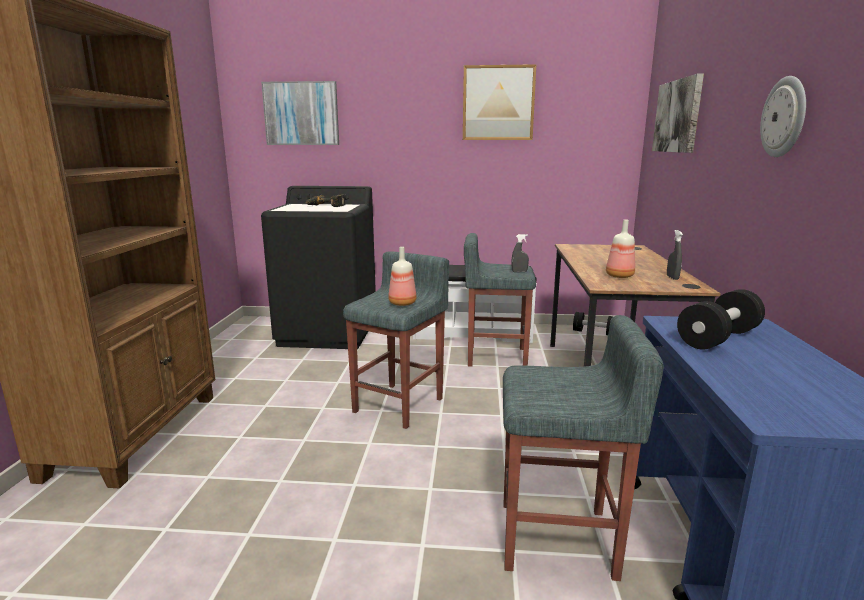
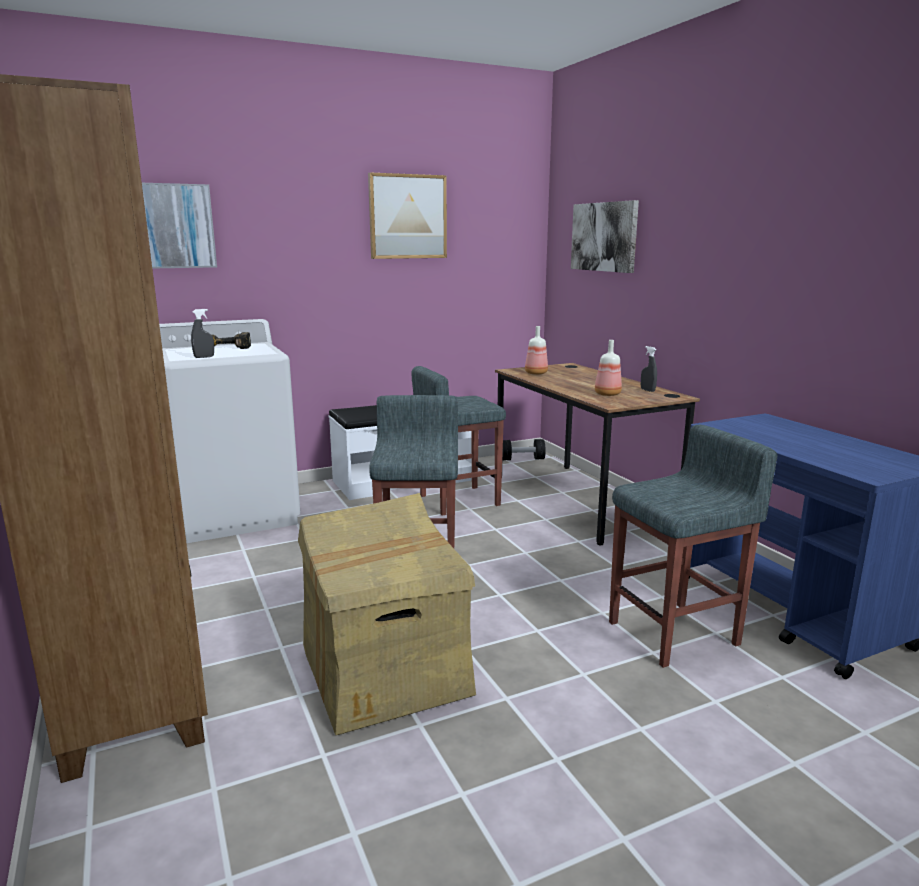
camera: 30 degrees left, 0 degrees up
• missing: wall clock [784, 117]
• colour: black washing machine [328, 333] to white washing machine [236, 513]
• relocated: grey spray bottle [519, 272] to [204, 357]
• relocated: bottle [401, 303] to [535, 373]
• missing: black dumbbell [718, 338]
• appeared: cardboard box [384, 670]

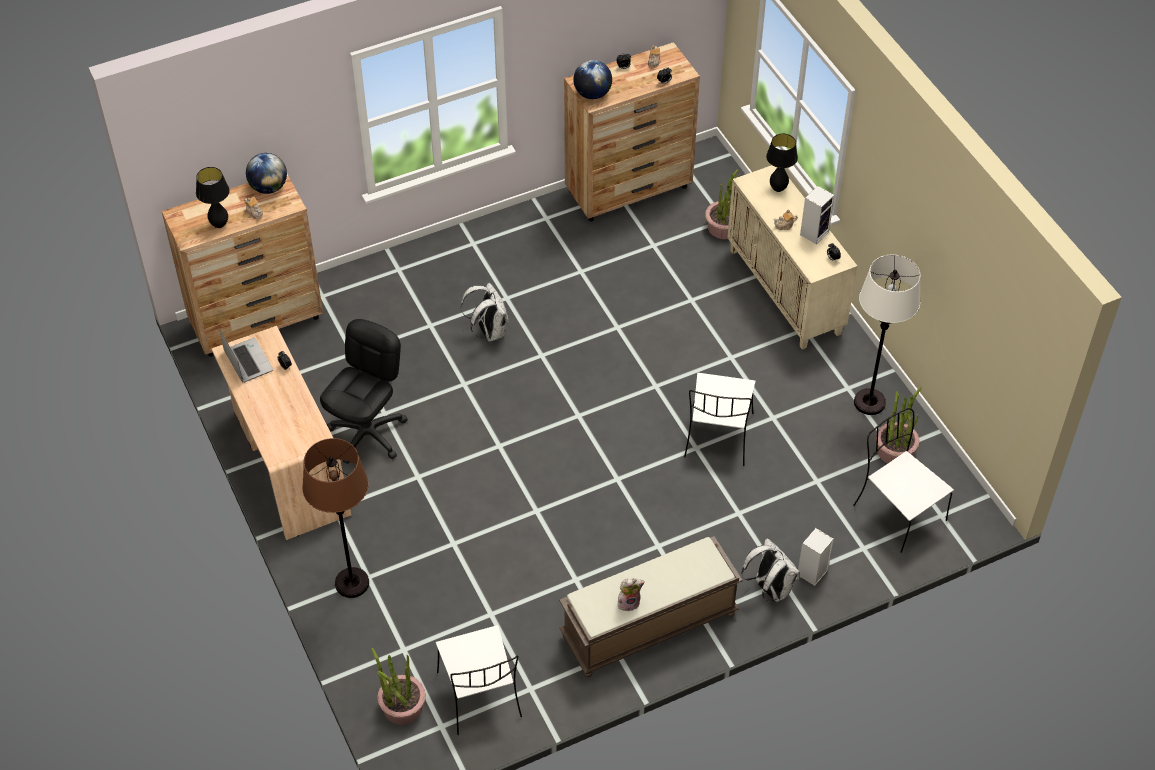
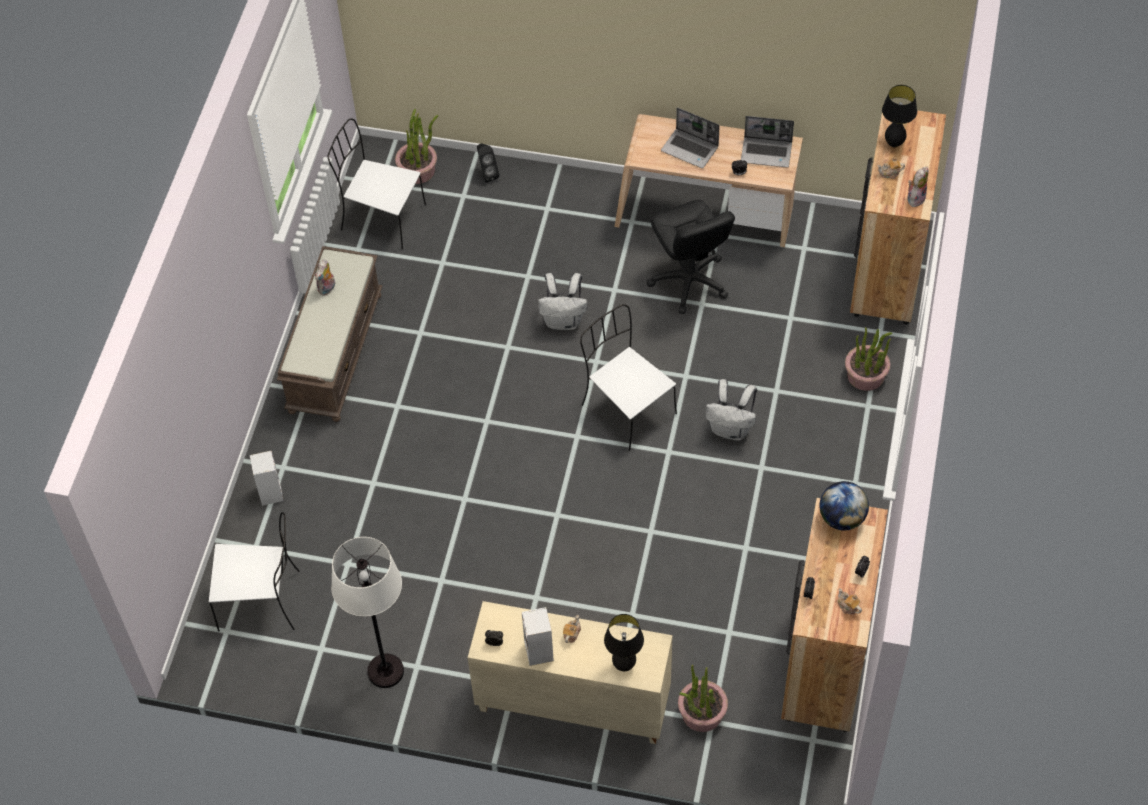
camera: 130 degrees right, 5 degrees up
• exchanged: globe [268, 187] to plush toy [915, 197]
• relocated: white chair [718, 437] to [627, 408]
• relocated: potted plant [895, 450] to [866, 375]
• missing: brown floor lamp [351, 583]
• relocated: white backpack [769, 589] to [564, 321]
• appeared: laptop [690, 149]
• appeared: black speaker [487, 174]

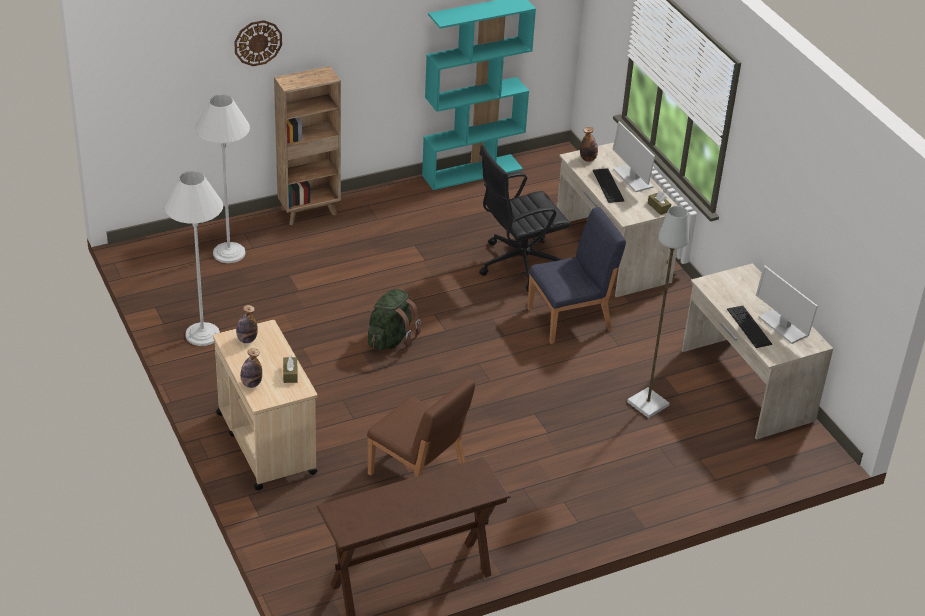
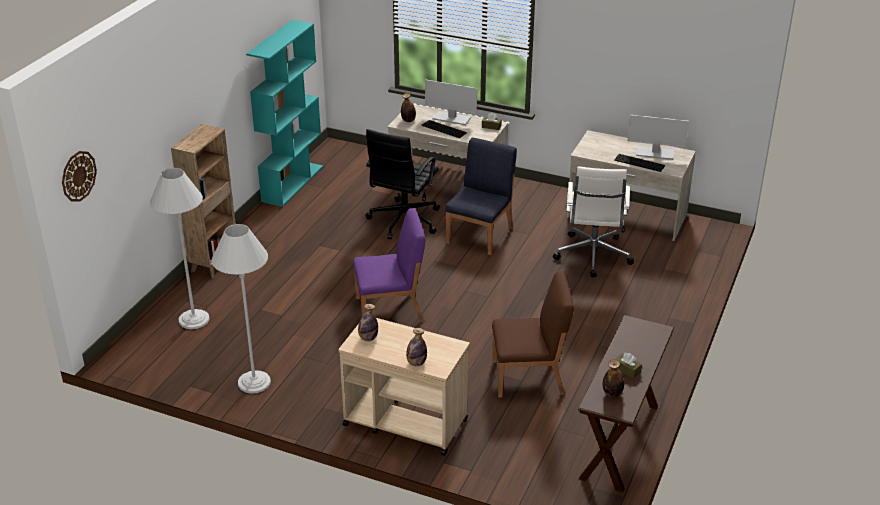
camera: 40 degrees left, 5 degrees down
• relocated: wall clock [258, 42] to [78, 176]
• exchanged: grey floor lamp [647, 404] to white office chair [592, 256]
• exchanged: green backpack [390, 340] to purple chair [390, 309]
• relocated: brown tissue box [290, 374] to [627, 370]
• appeared: bottle [612, 393]

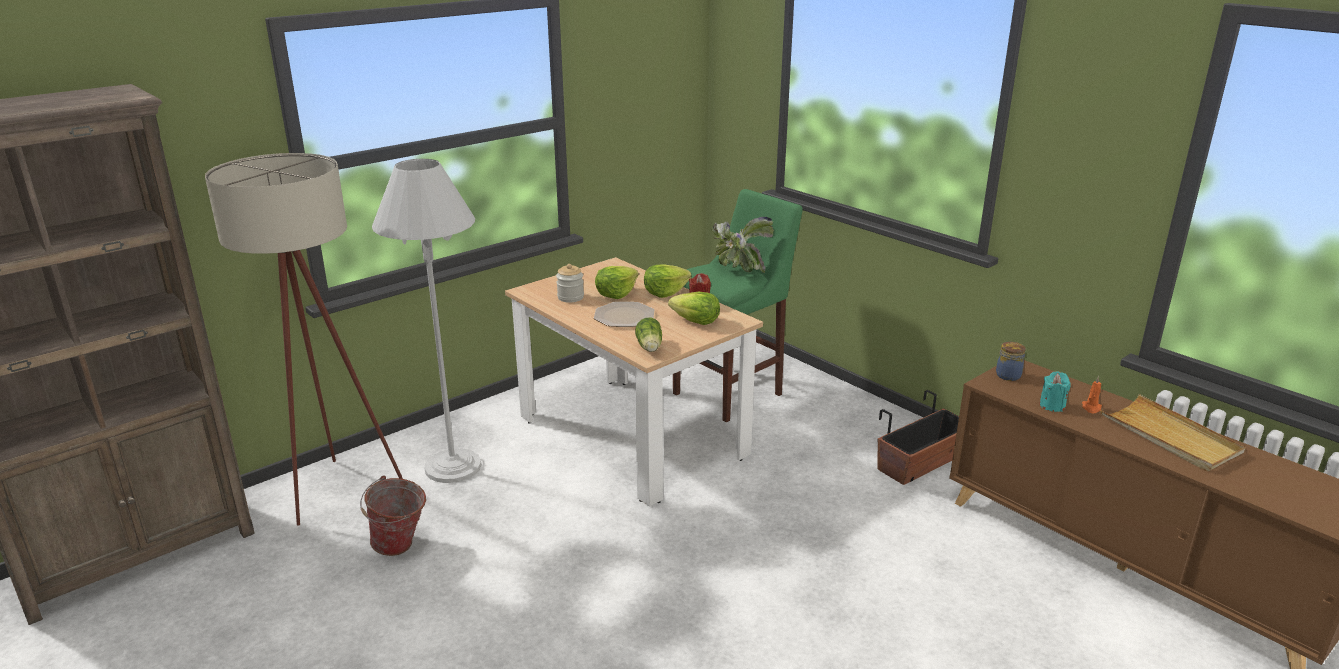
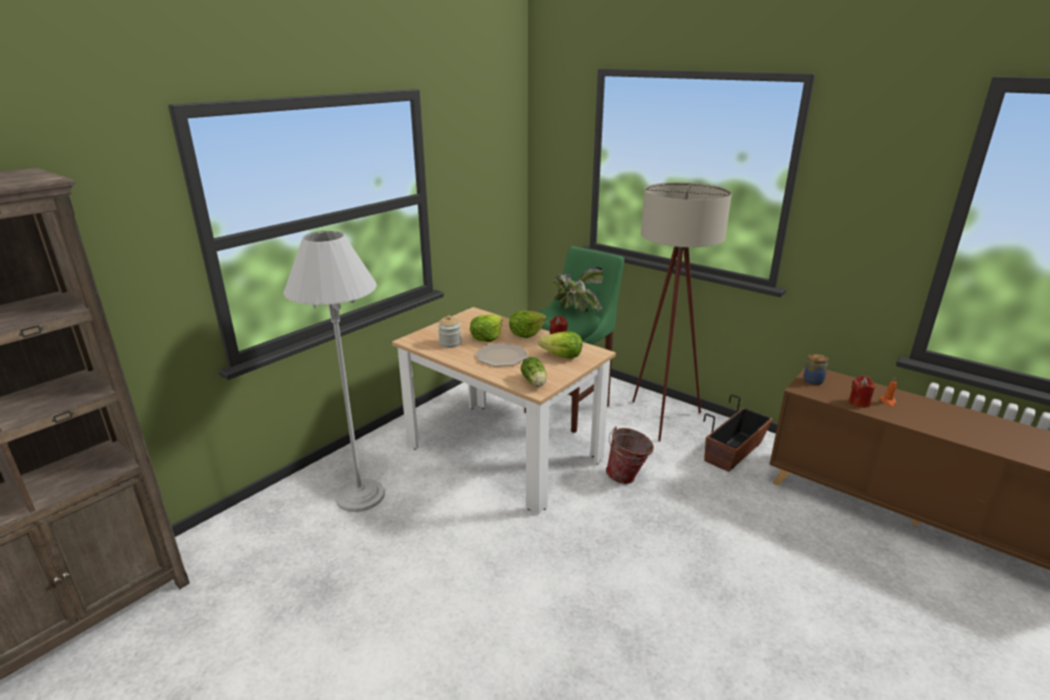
camera: 10 degrees left, 0 degrees up
• relocated: beige floor lamp [336, 497] to [662, 422]
• colour: turquoise candle [1052, 405] to red candle [859, 403]
• missing: beige tray [1170, 437]
• relocated: bucket [400, 548] to [628, 478]

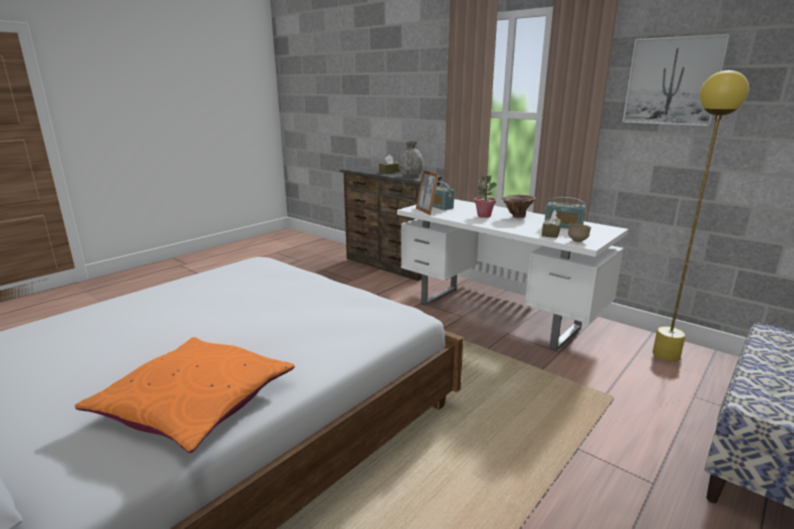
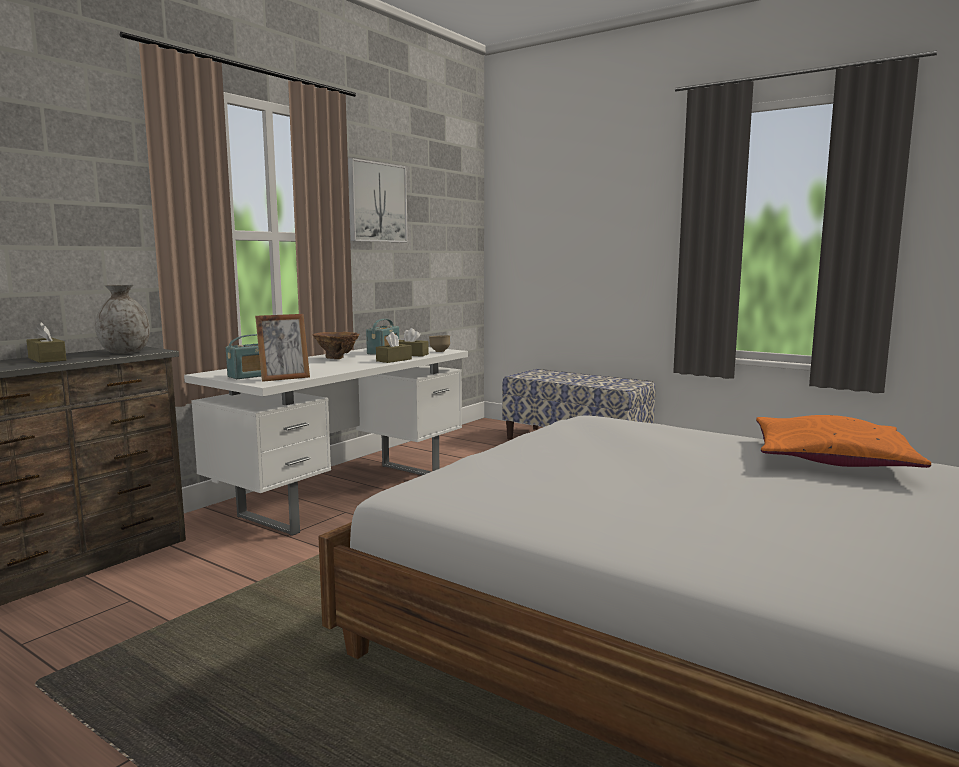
camera: 95 degrees left, 10 degrees down
• missing: yellow floor lamp [666, 355]
• missing: potted plant [484, 216]
• appeared: brown tissue box [394, 360]

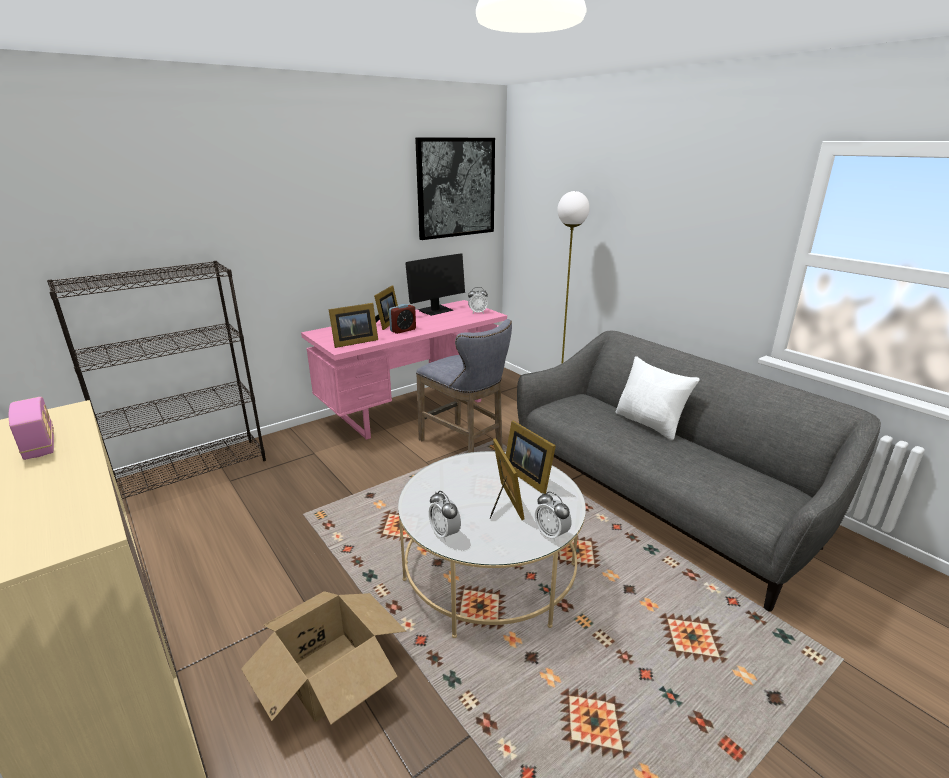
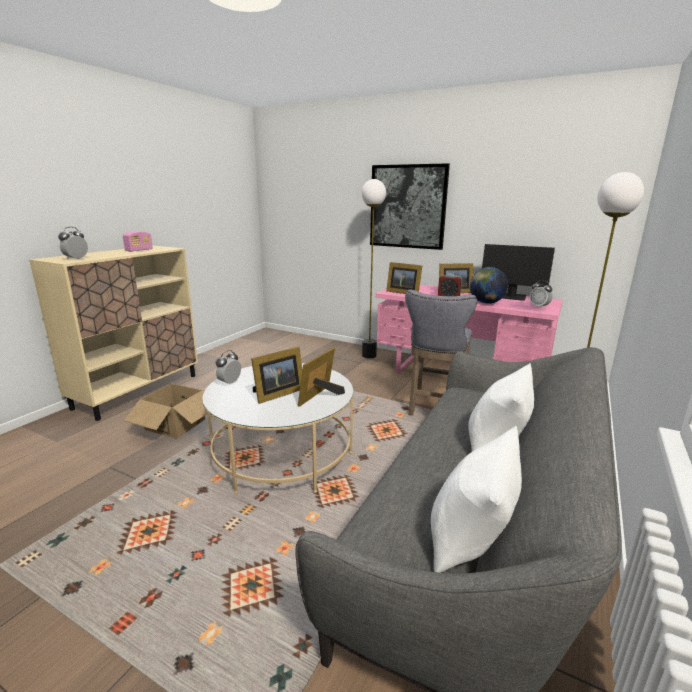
camera: 65 degrees right, 5 degrees down
• relocated: picture [456, 188] to [407, 207]
• missing: black bookcase [193, 470]
• relocated: alarm clock [551, 534] to [76, 259]
• appeared: floor lamp [369, 355]
• appeared: globe [486, 303]
• appeared: white pillow [470, 539]

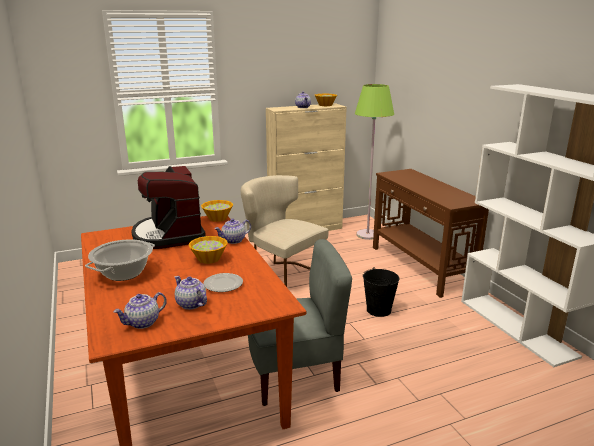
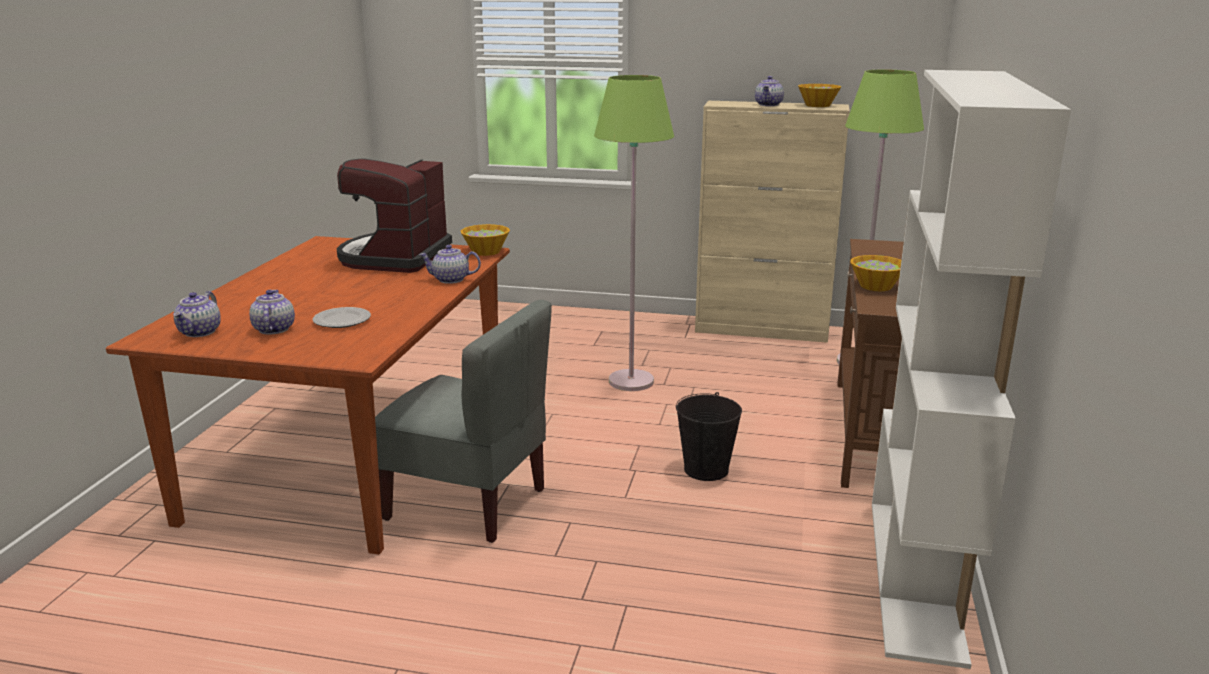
camera: 35 degrees right, 0 degrees up
• exchanged: beige chair [282, 275] to green floor lamp [631, 381]
• relocated: bowl [209, 258] to [876, 286]
• missing: cooking pot [124, 273]
• spun: teapot [142, 323] = [200, 332] 75 degrees counterclockwise

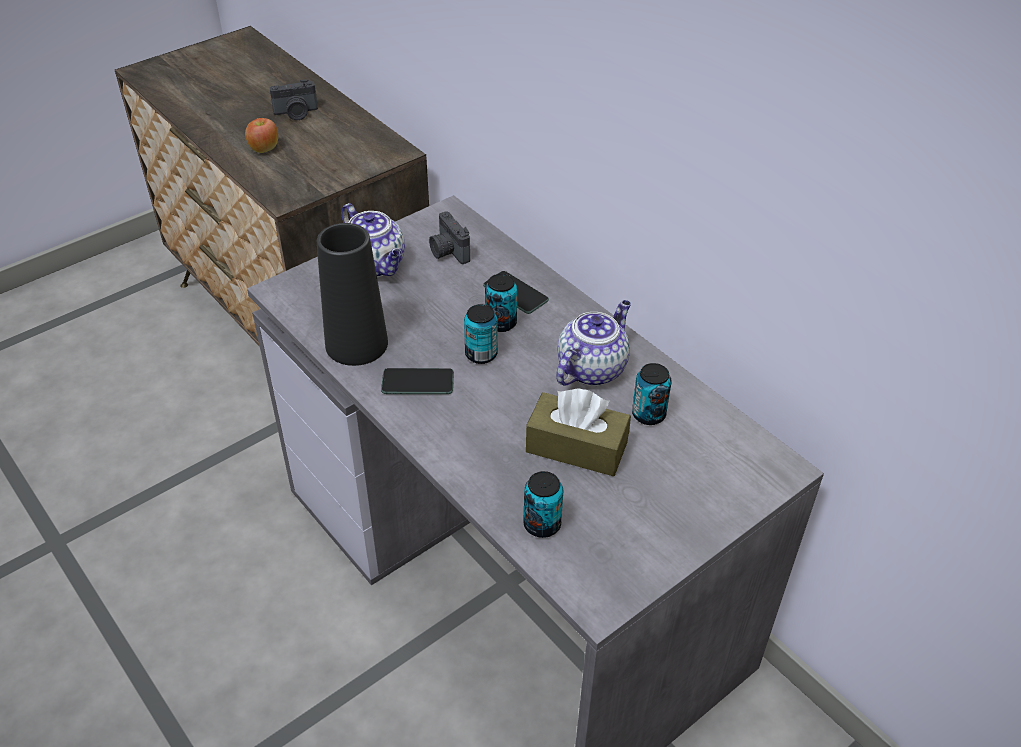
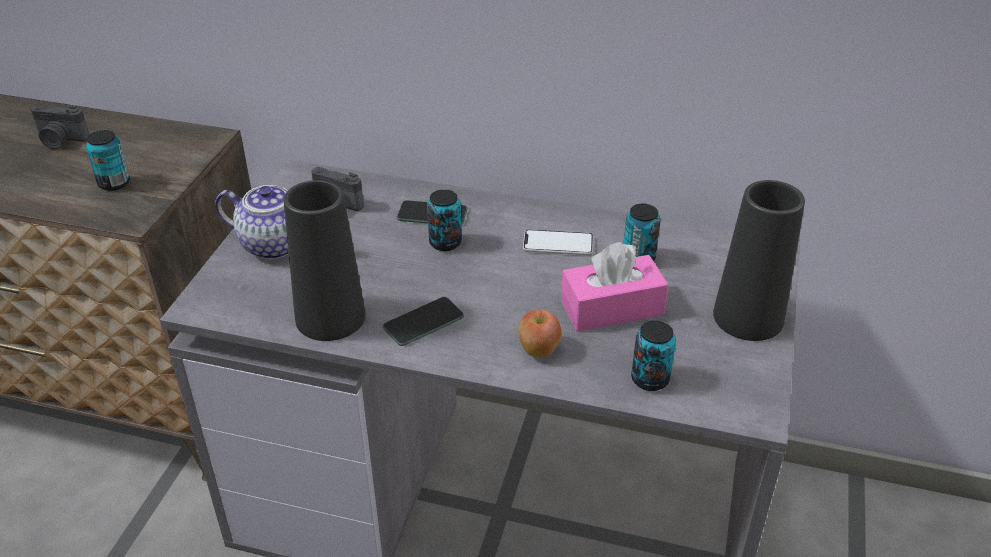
camera: 35 degrees left, 5 degrees down
• spun: photo camera [296, 113] = [61, 141] 60 degrees clockwise
• relocated: apple [264, 149] to [538, 350]
• exchanged: teapot [591, 368] to phone [558, 244]
• relocated: can [481, 354] to [114, 183]
• colour: brown tissue box [576, 447] to pink tissue box [612, 308]
• appeared: black vase [748, 317]

